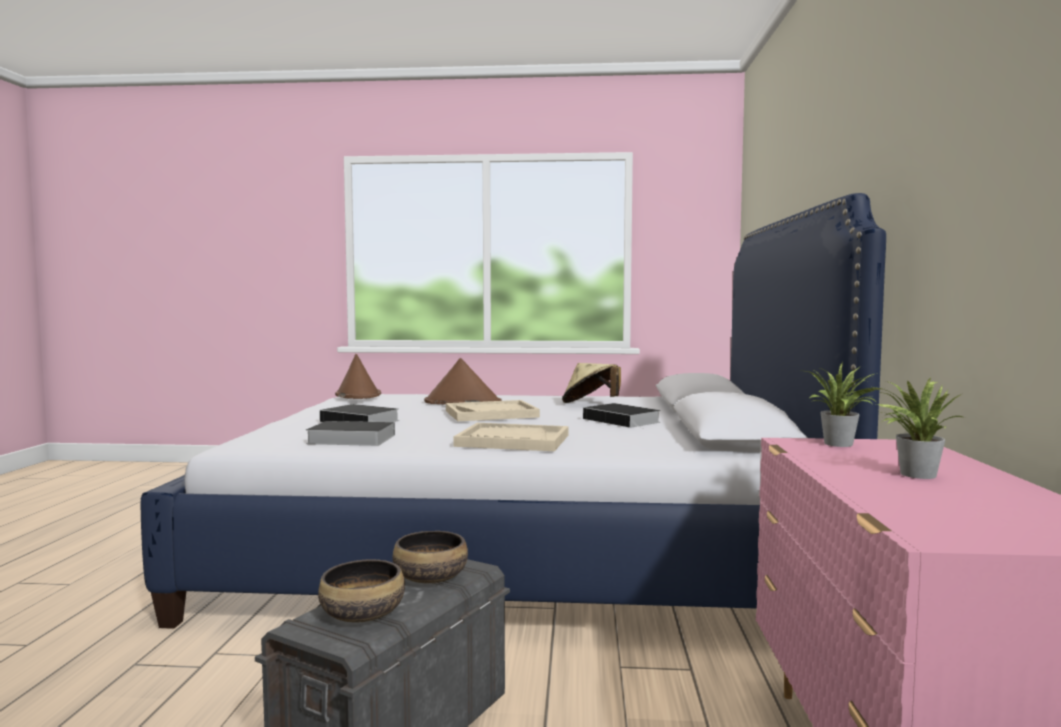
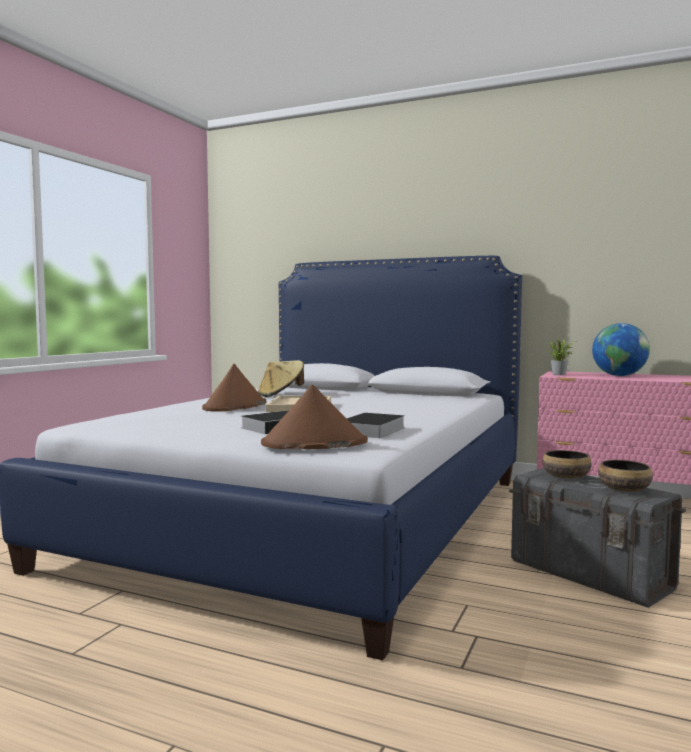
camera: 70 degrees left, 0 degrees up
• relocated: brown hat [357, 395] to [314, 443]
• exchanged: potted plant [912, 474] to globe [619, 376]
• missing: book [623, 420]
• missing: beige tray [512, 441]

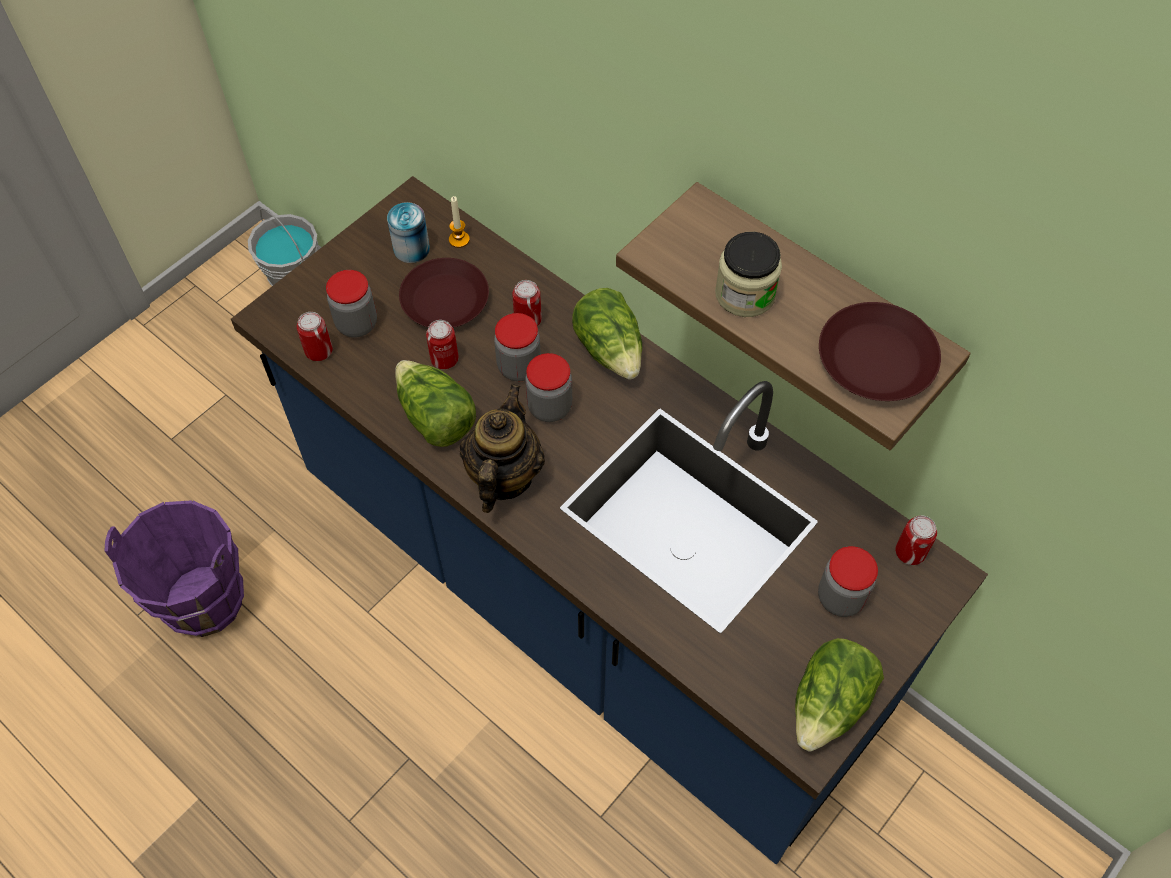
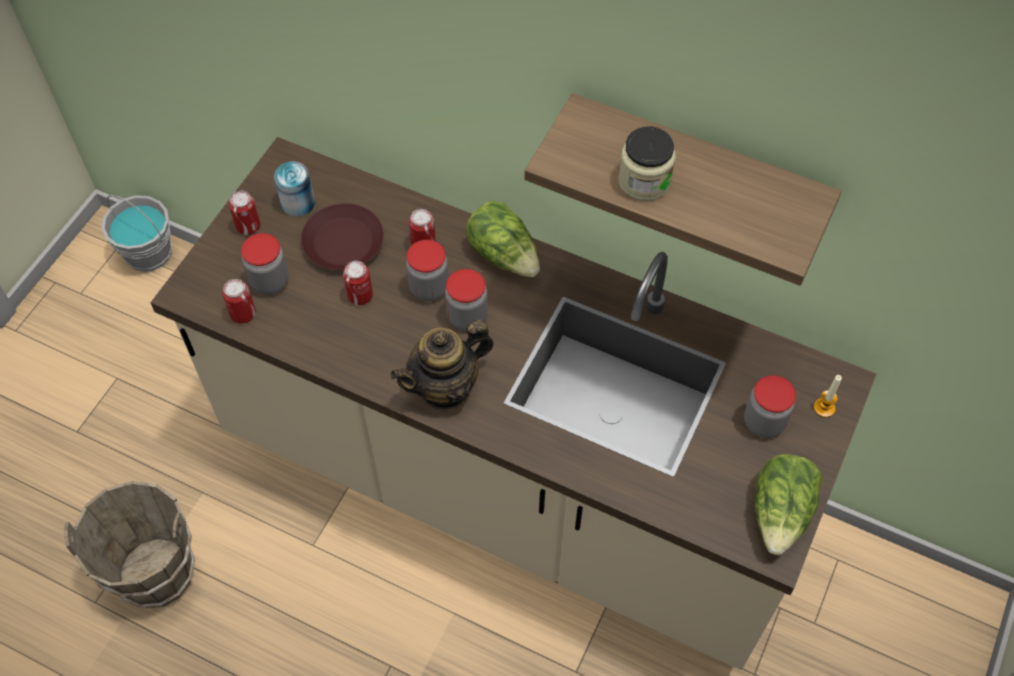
camera: 15 degrees left, 0 degrees up
• colour: blue counter [585, 598] to beige counter [507, 484]
• relocated: candle [459, 239] to [824, 408]
• missing: brown plate [877, 360]
• missing: lettuce [435, 417]
• spun: teapot [503, 477] = [445, 387] 120 degrees counterclockwise
• colour: purple bucket [205, 601] to brown bucket [157, 573]
• relocated: can [910, 552] to [248, 226]

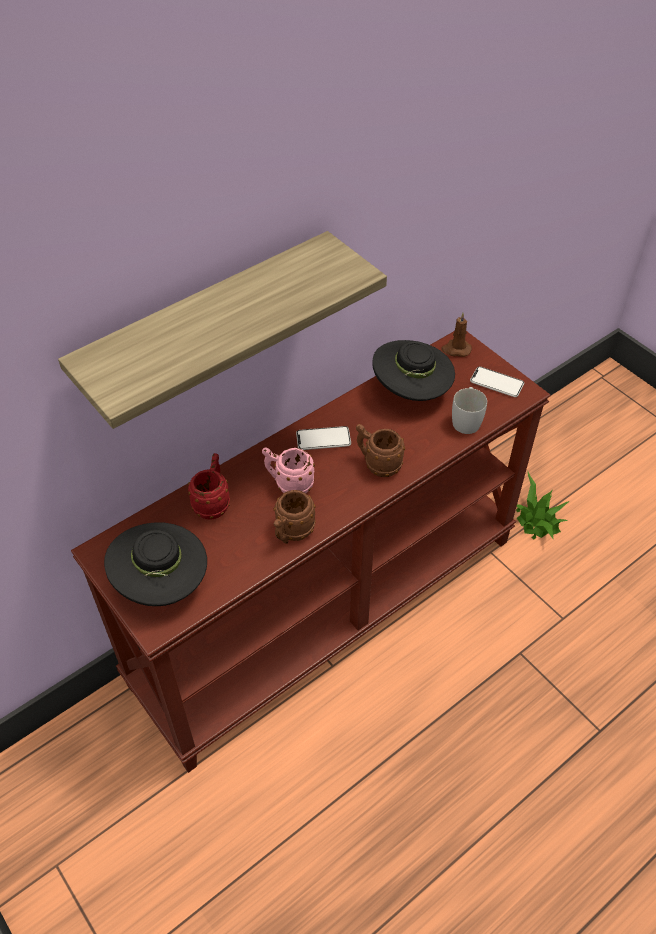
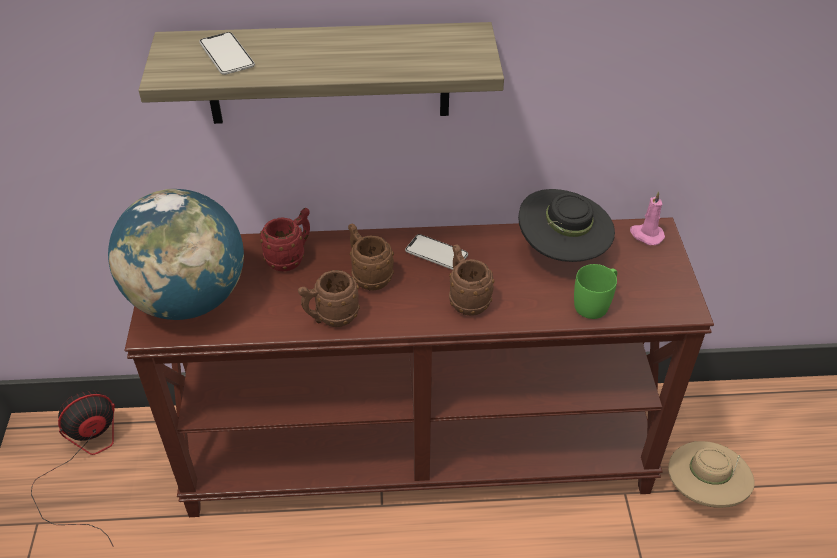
camera: 35 degrees right, 5 degrees down
• colour: brown candle [456, 349] to pink candle [646, 235]
• relocated: phone [496, 383] to [227, 55]
• colour: white mug [466, 419] to green mug [595, 303]
• colour: pink mug [289, 484] to brown mug [368, 275]
• exchanged: potted plant [537, 520] to beige hat [703, 490]
• exchanged: black hat [162, 583] to globe [189, 299]
• appeared: fan [85, 461]

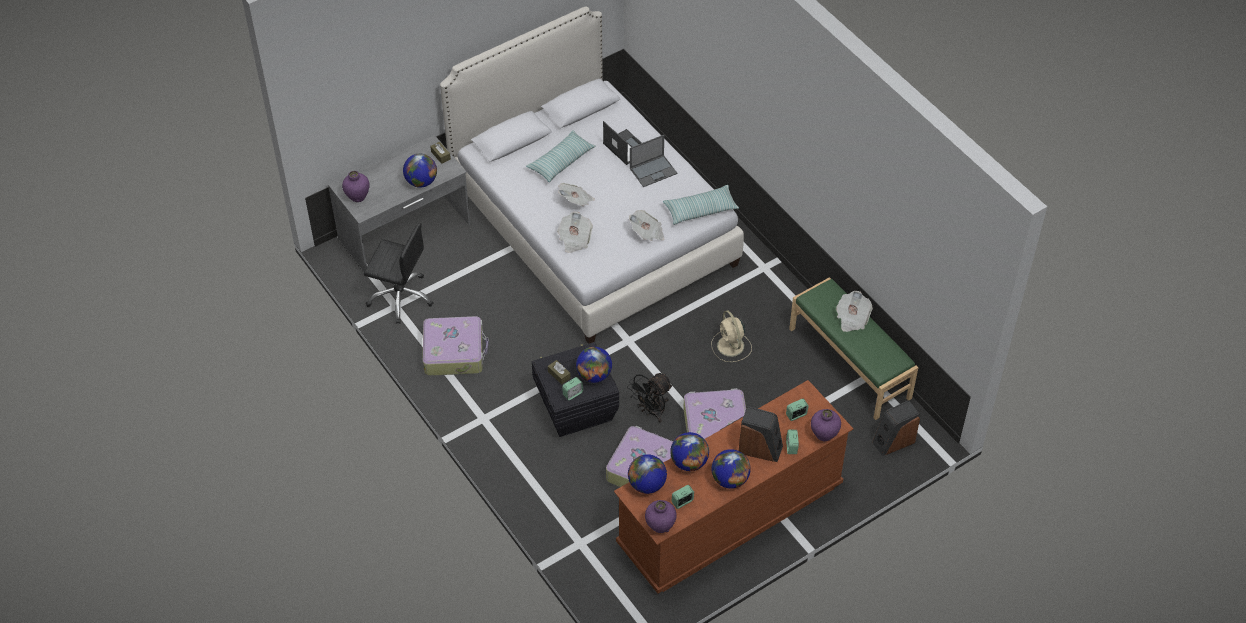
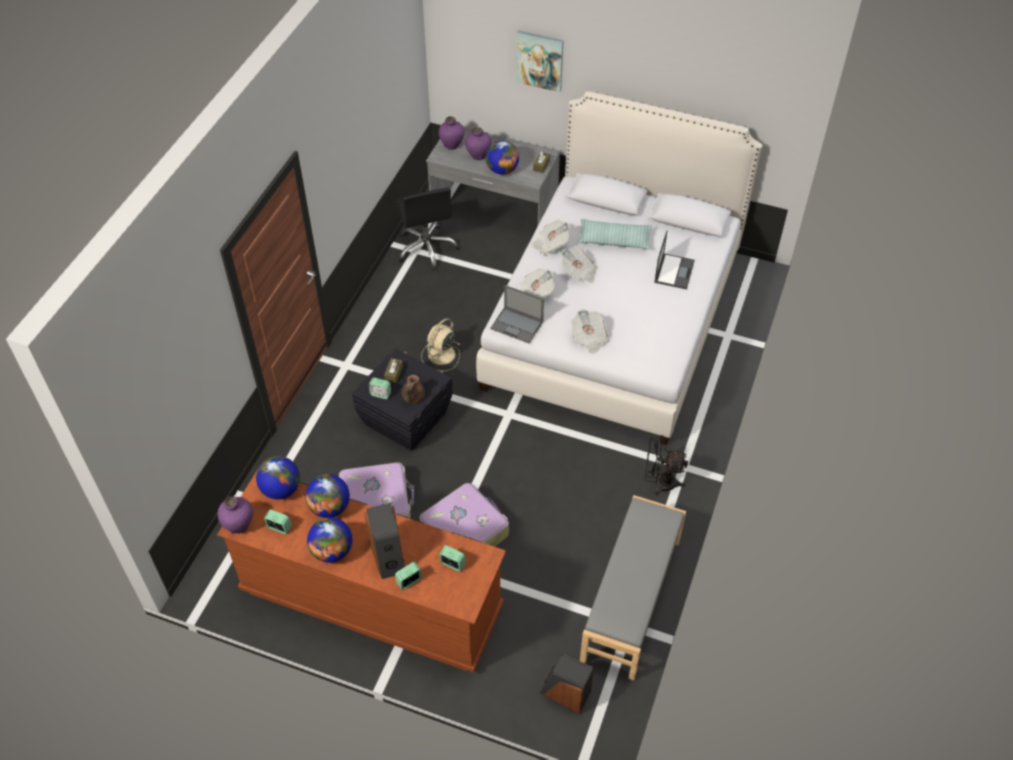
camera: 55 degrees right, 0 degrees up
• relocated: laptop [653, 170] to [517, 325]
• missing: pillow [700, 210]
• colour: green bench [850, 363] to grey bench [632, 600]
• relocated: newspaper [852, 318] to [550, 244]
• relocated: beige fan [731, 347] to [440, 355]
• missing: suitcase [454, 352]
• exchanged: globe [594, 375] to brown teapot [412, 397]
• relocated: black fan [651, 412] to [660, 482]
• relocated: purple vase [824, 435] to [478, 155]
• appeared: picture [540, 60]

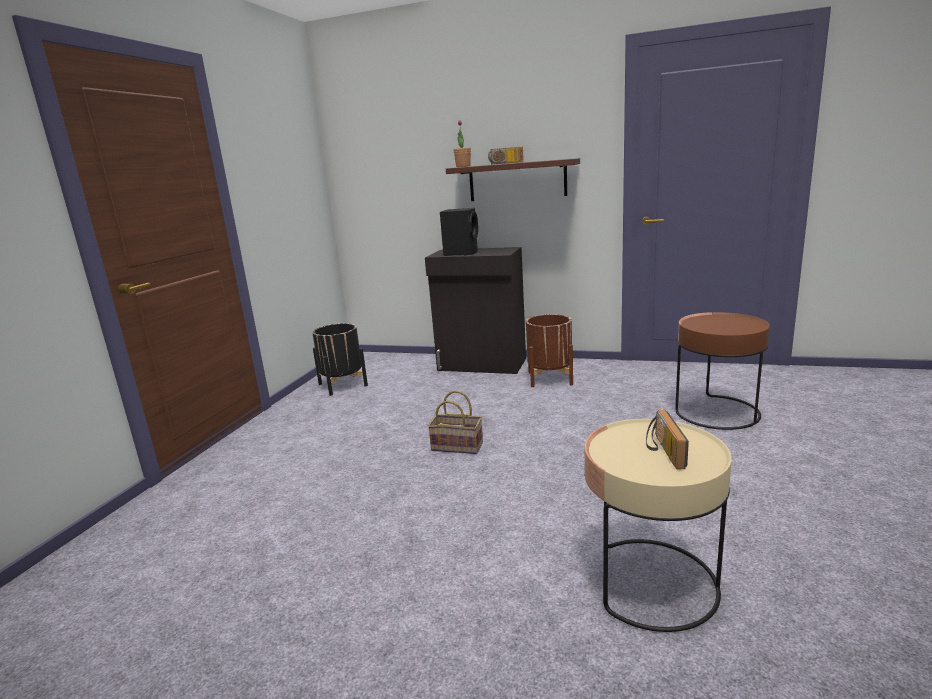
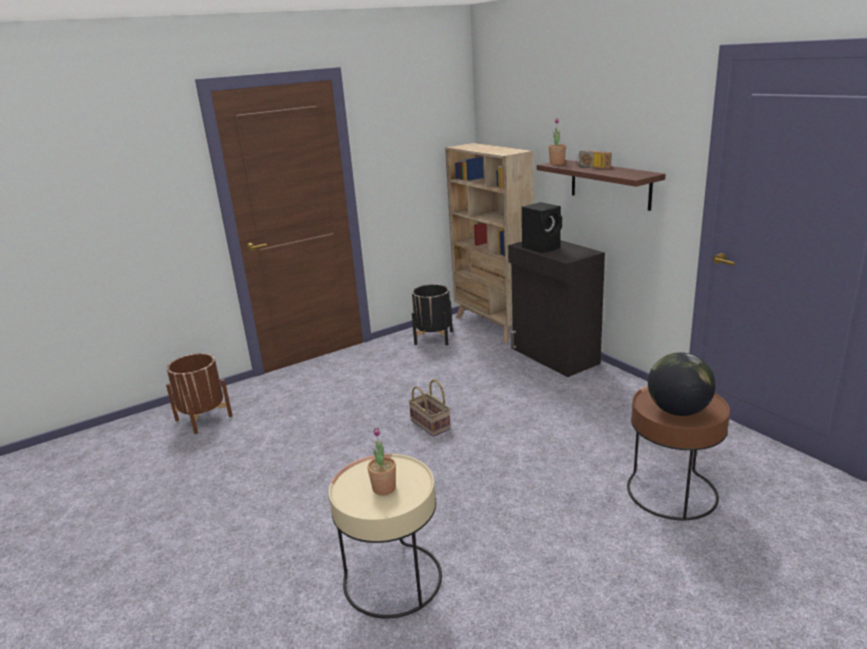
camera: 40 degrees right, 5 degrees up
• relocated: brown planter [550, 378] to [204, 418]
• exchanged: radio [662, 451] to potted plant [384, 488]
• appeared: beige bookcase [493, 325]
• appeared: globe [678, 411]

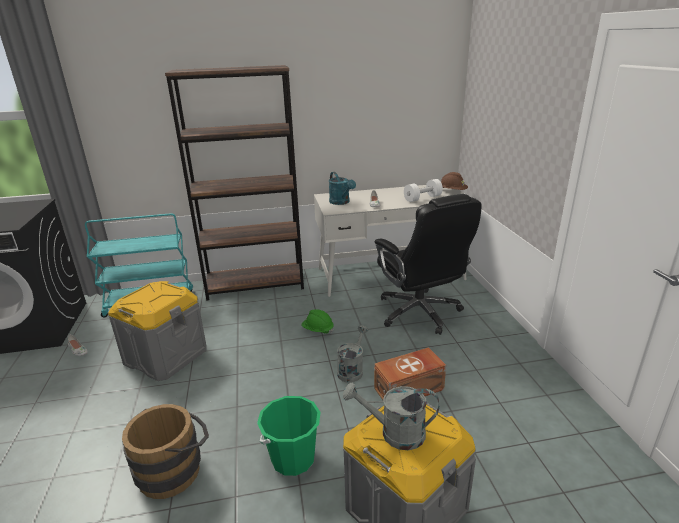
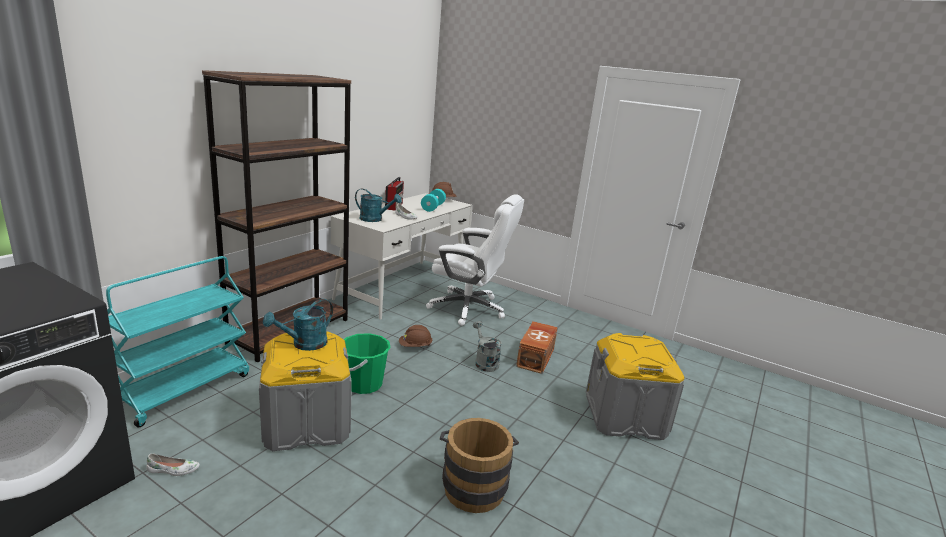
camera: 50 degrees left, 5 degrees down
• colour: white dumbbell [422, 198] to turquoise dumbbell [433, 207]
• colour: black office chair [420, 313] to white office chair [469, 308]
• colour: green hard hat [317, 330] to brown hard hat [415, 346]
• missing: grey watering can [394, 433]
• relocated: green bucket [293, 458] to [363, 384]
• appeared: radio [394, 206]
• appeared: turquoise watering can [304, 344]

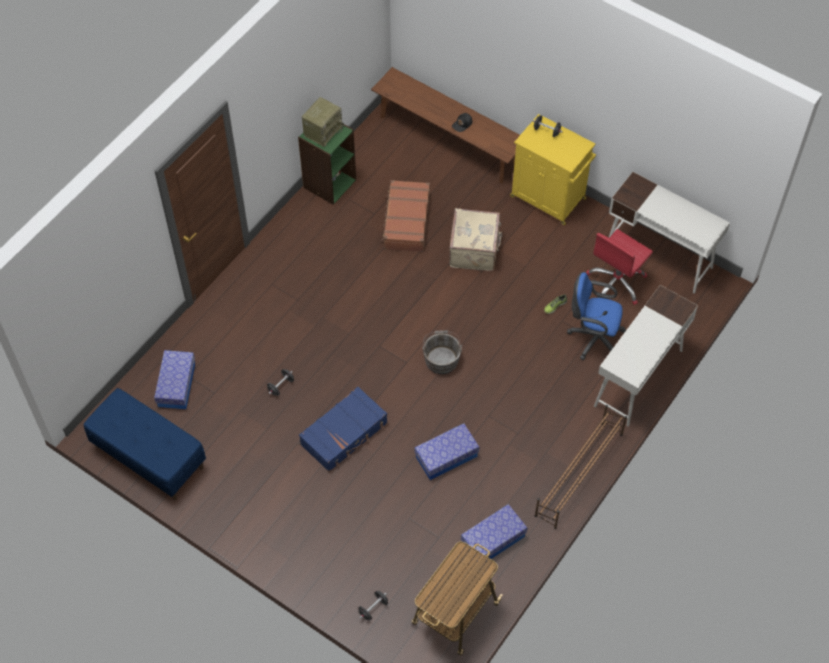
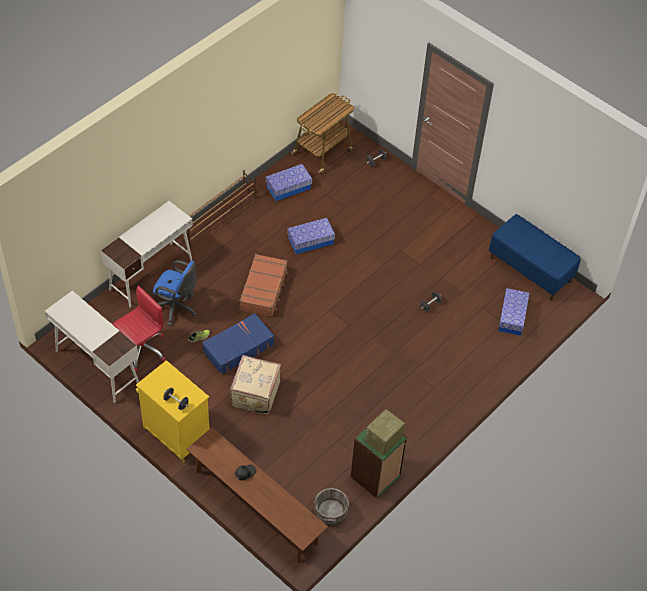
camera: 175 degrees left, 5 degrees down
• relocated: brown suitcase [406, 221] to [264, 290]
• relocated: grey bucket [441, 358] to [330, 513]
• relocated: blue suitcase [344, 434] to [238, 348]

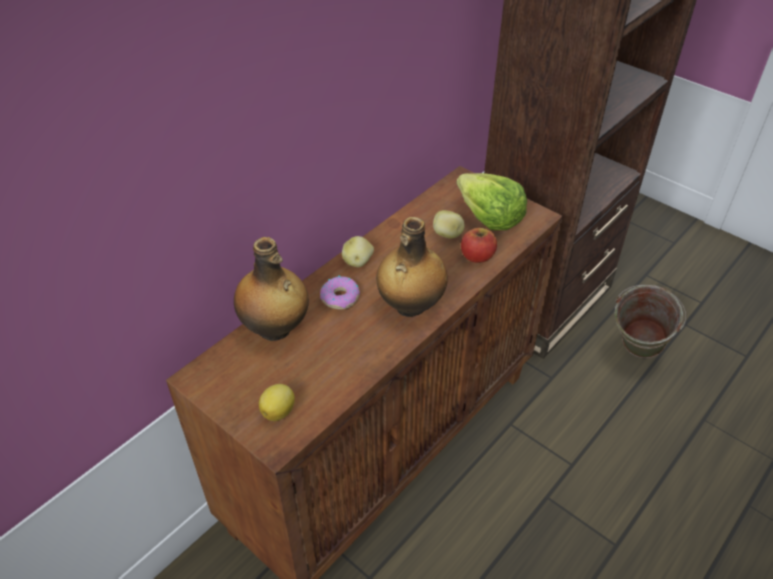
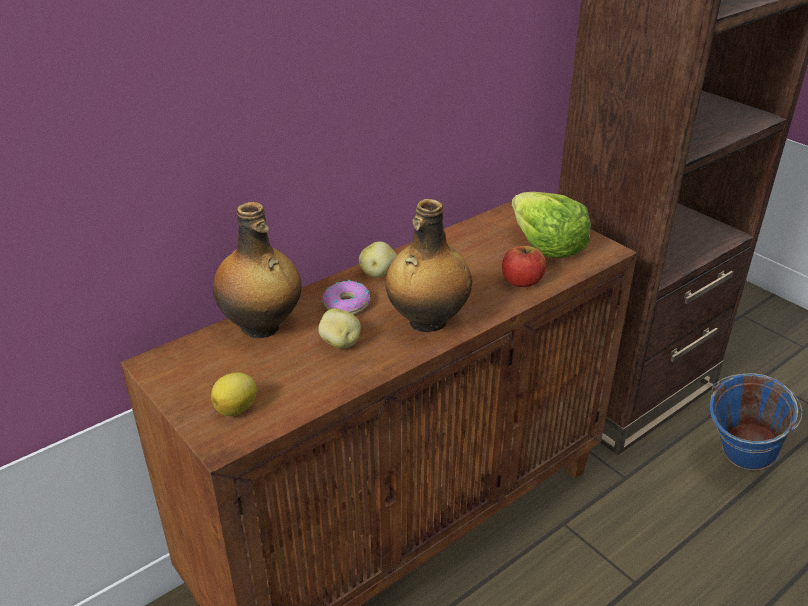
camera: 10 degrees right, 10 degrees down
• relocated: potato [447, 235] to [340, 343]
• colour: green bucket [634, 353] to blue bucket [736, 463]

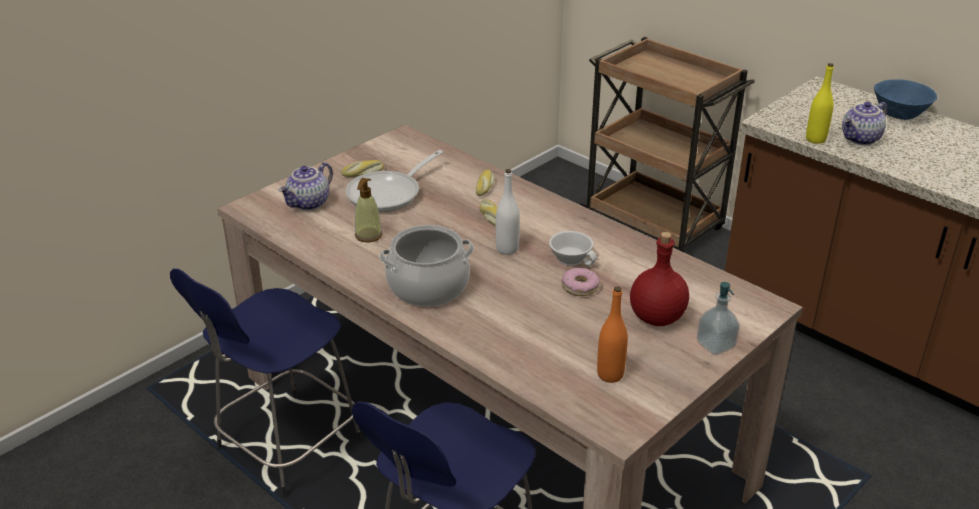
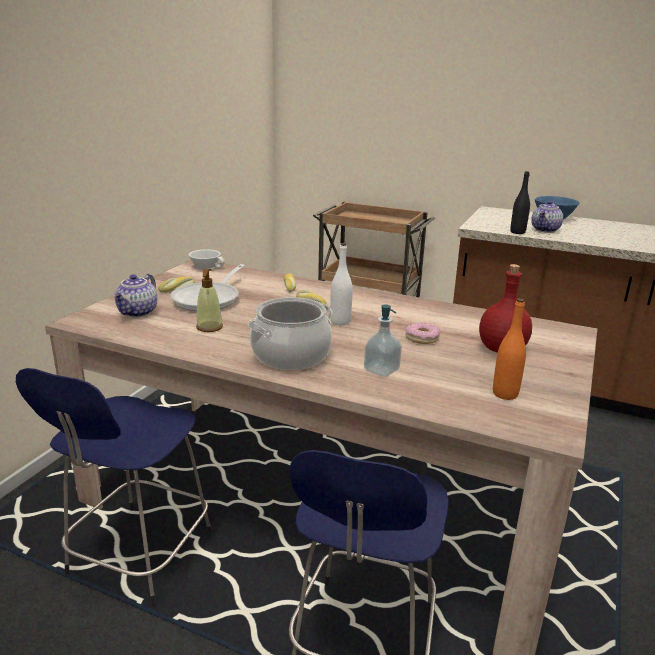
camera: 20 degrees left, 10 degrees down
• colour: yellow bottle [815, 139] to black bottle [517, 232]
• relocated: white cup [572, 258] to [207, 266]
• relocated: soap dispenser [715, 345] to [381, 370]

